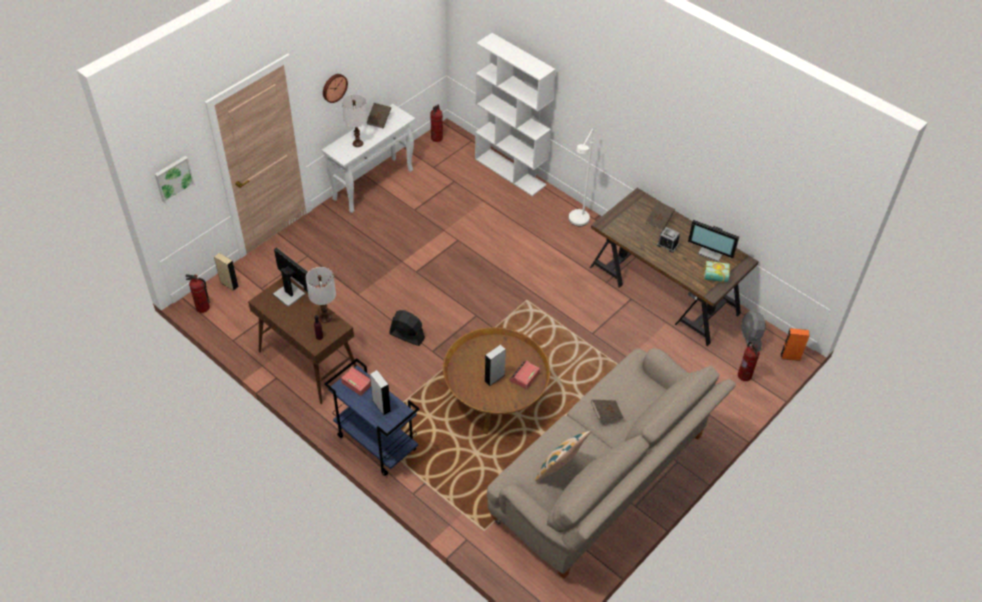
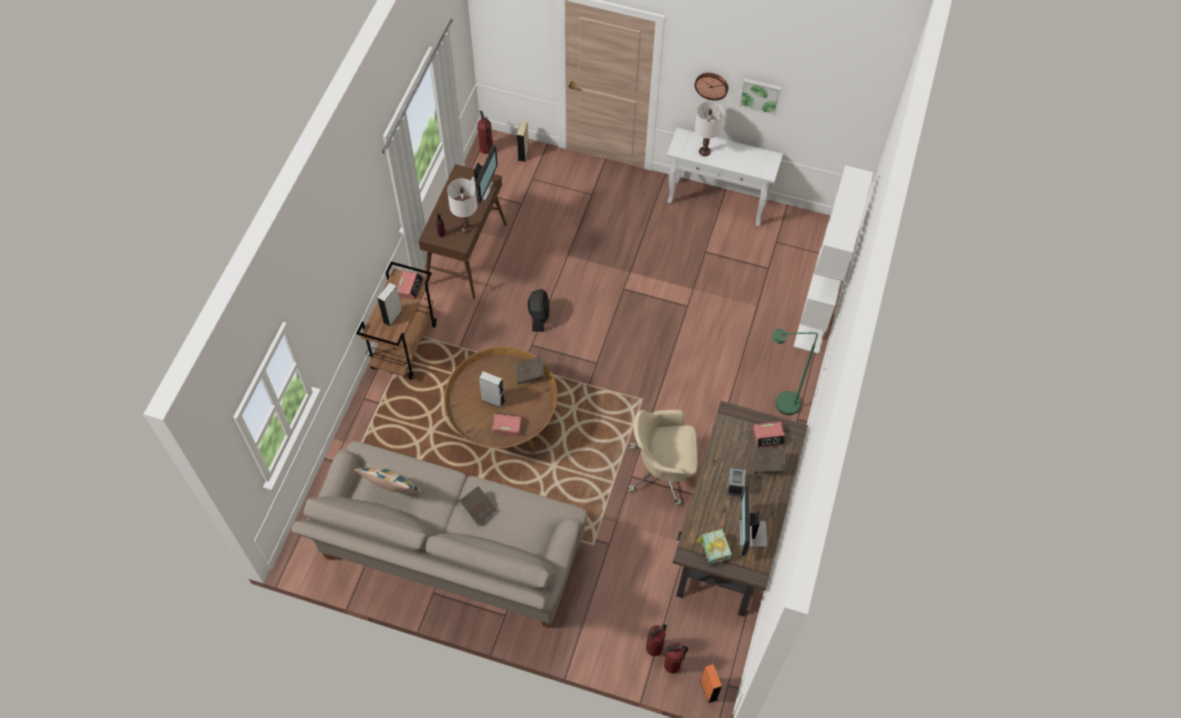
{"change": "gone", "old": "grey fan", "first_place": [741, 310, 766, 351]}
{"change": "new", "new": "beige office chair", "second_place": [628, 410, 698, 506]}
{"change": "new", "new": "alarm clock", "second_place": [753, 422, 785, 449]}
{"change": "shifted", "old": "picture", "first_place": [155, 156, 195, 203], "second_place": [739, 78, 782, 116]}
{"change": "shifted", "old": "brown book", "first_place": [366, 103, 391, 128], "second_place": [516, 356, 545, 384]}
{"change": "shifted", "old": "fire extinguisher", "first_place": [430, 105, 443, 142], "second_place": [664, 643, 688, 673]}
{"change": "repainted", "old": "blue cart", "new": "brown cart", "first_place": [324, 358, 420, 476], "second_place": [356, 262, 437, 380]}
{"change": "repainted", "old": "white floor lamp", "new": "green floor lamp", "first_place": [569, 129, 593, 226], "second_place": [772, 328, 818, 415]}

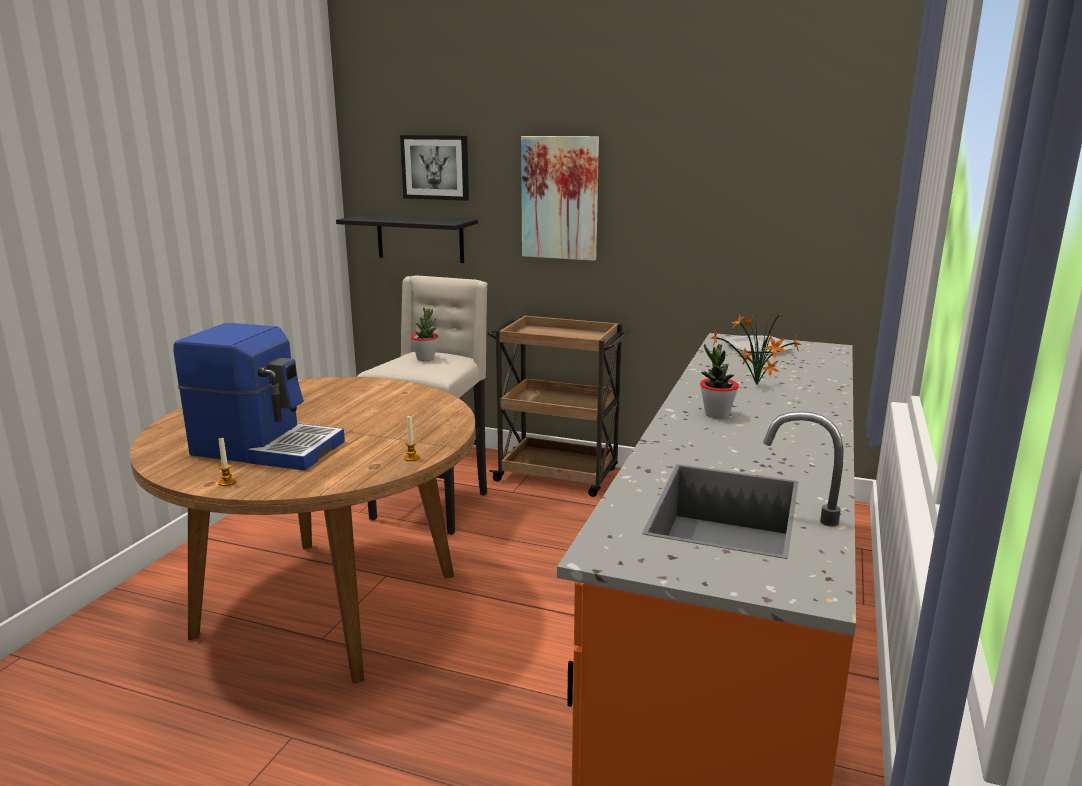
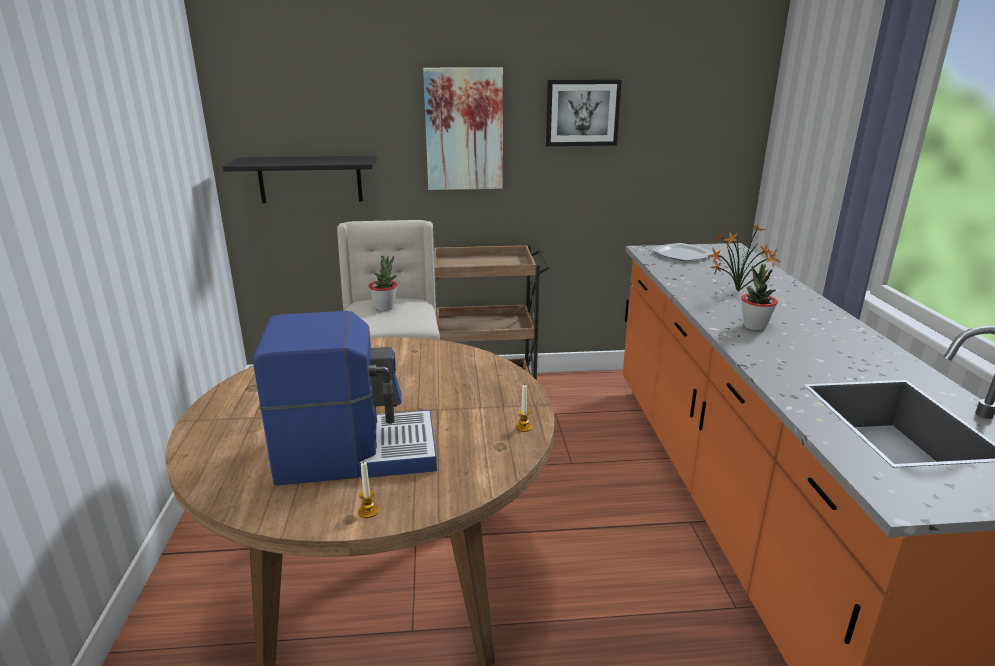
{"change": "shifted", "old": "picture", "first_place": [400, 135, 469, 201], "second_place": [546, 79, 622, 146]}

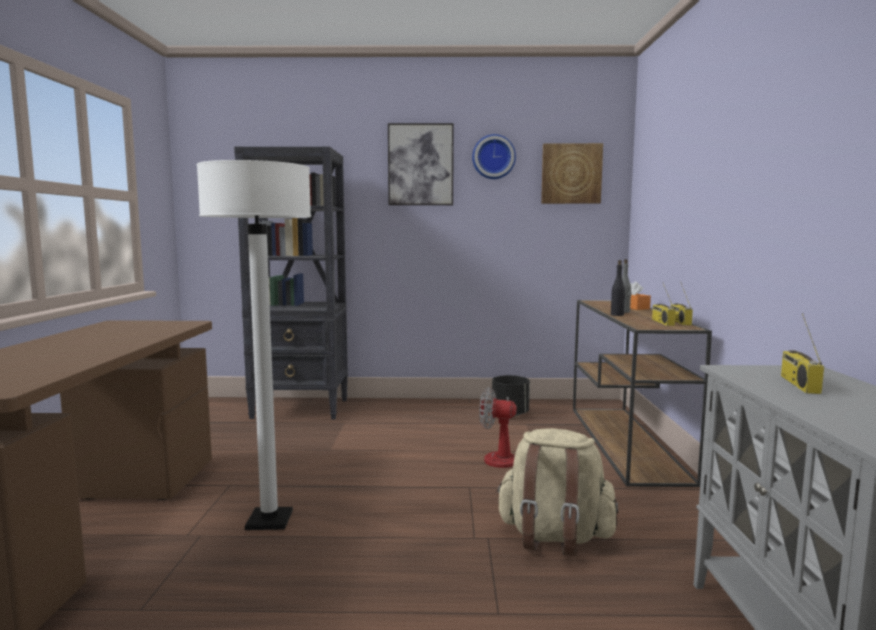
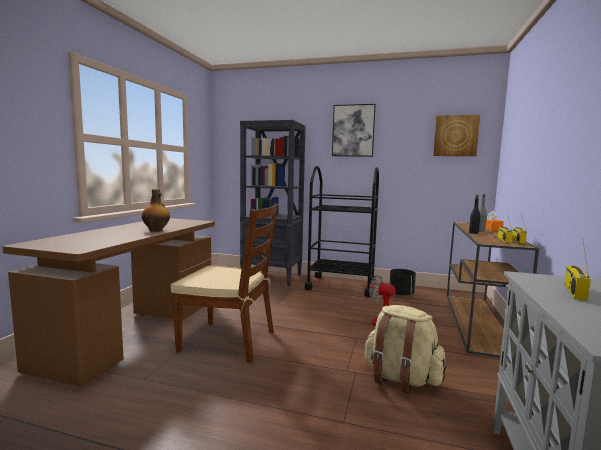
{"change": "gone", "old": "wall clock", "first_place": [472, 134, 516, 179]}
{"change": "new", "new": "bottle", "second_place": [142, 189, 170, 232]}
{"change": "new", "new": "black cart", "second_place": [305, 166, 379, 297]}
{"change": "swapped", "old": "white floor lamp", "new": "brown chair", "first_place": [197, 160, 311, 530], "second_place": [171, 203, 279, 363]}

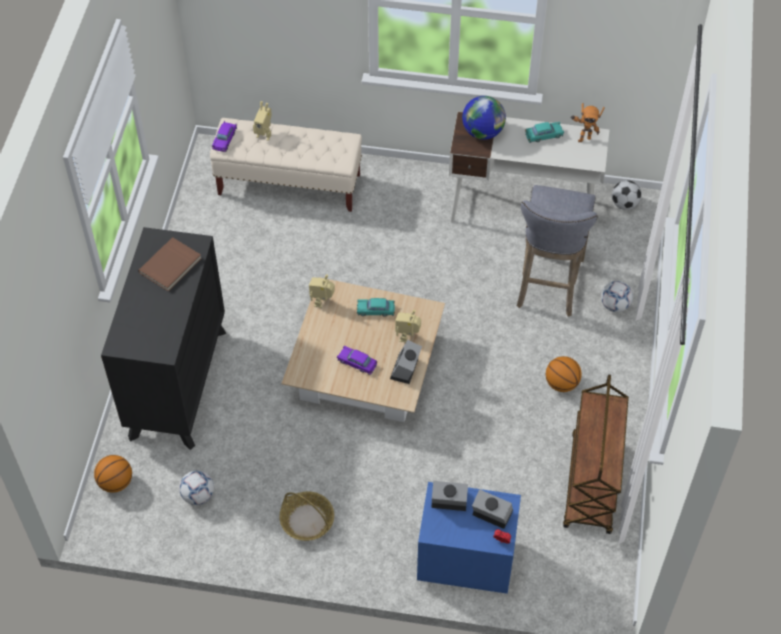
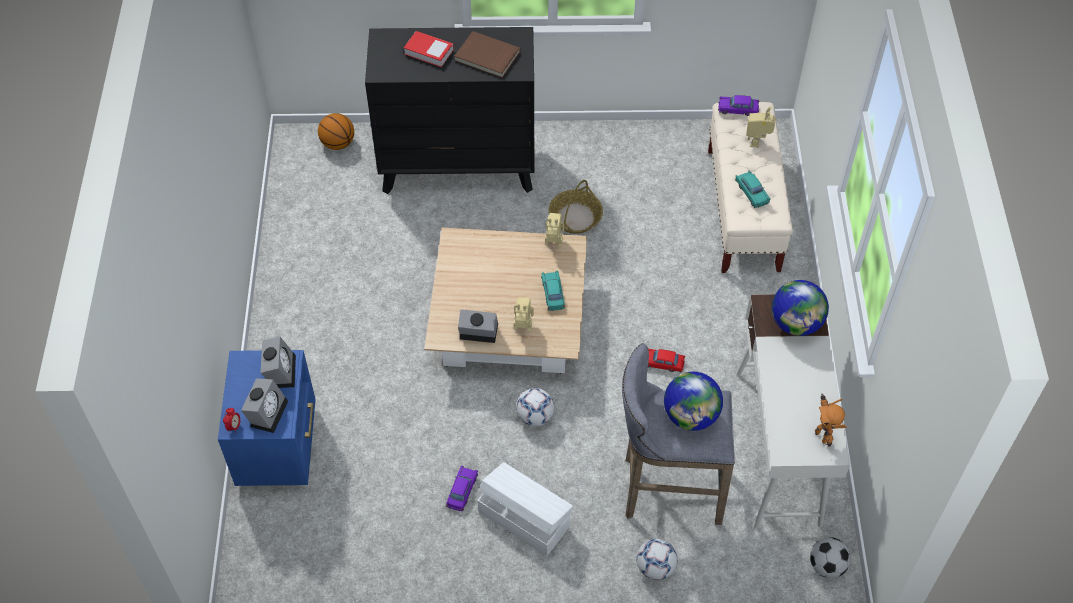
{"change": "gone", "old": "brown cart", "first_place": [563, 374, 629, 534]}
{"change": "new", "new": "book", "second_place": [404, 31, 454, 67]}
{"change": "new", "new": "red toy car", "second_place": [648, 349, 685, 373]}
{"change": "new", "new": "globe", "second_place": [664, 372, 723, 431]}
{"change": "shifted", "old": "football", "first_place": [179, 470, 214, 505], "second_place": [516, 388, 555, 426]}
{"change": "shifted", "old": "basket", "first_place": [279, 491, 334, 541], "second_place": [549, 180, 603, 234]}
{"change": "shifted", "old": "purple toy car", "first_place": [337, 346, 377, 375], "second_place": [446, 466, 478, 511]}
{"change": "shifted", "old": "turquoise toy car", "first_place": [525, 122, 564, 143], "second_place": [735, 171, 771, 208]}
{"change": "swapped", "old": "basketball", "new": "white storage box", "first_place": [546, 356, 582, 392], "second_place": [478, 462, 573, 556]}

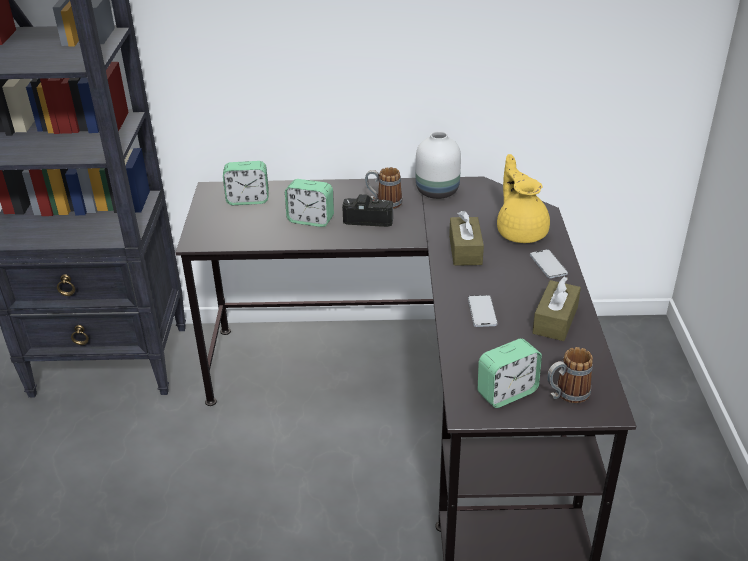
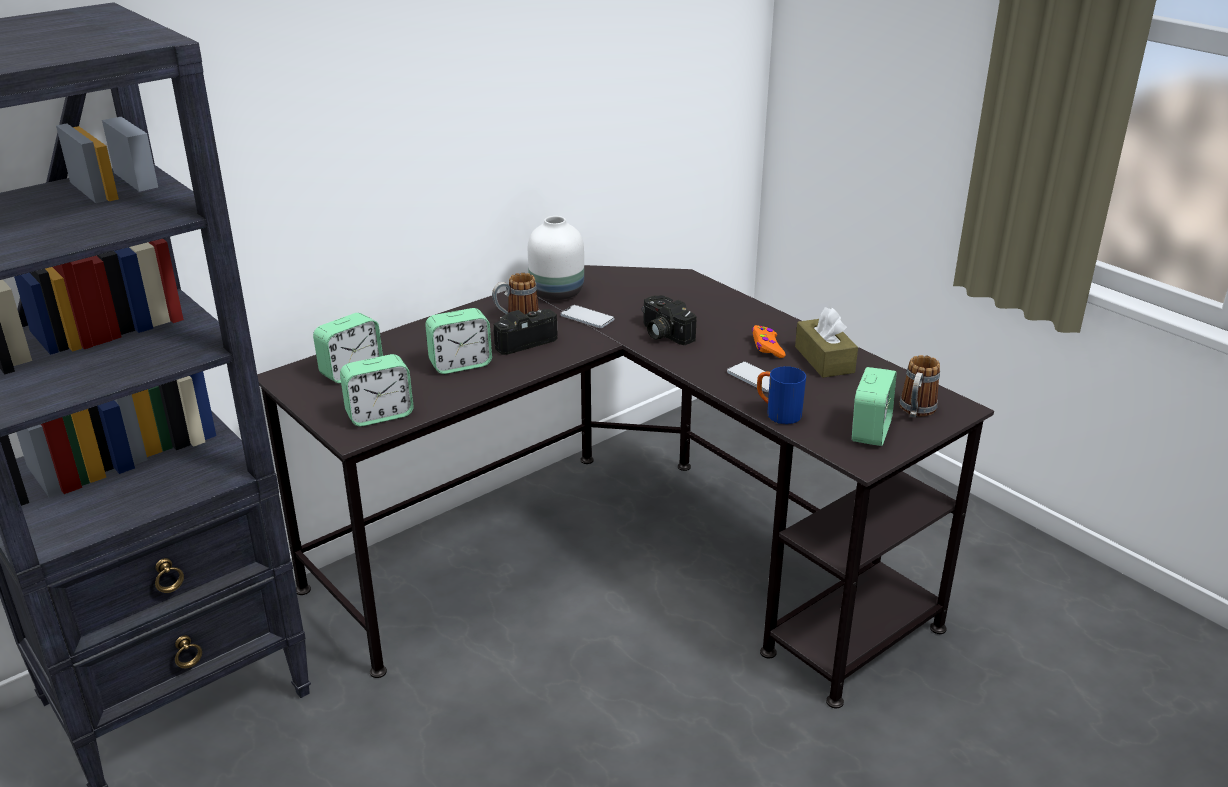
{"change": "gone", "old": "yellow teapot", "first_place": [497, 154, 550, 243]}
{"change": "new", "new": "alarm clock", "second_place": [340, 354, 414, 427]}
{"change": "new", "new": "orange game controller", "second_place": [752, 325, 786, 358]}
{"change": "new", "new": "blue mug", "second_place": [757, 366, 806, 424]}
{"change": "shifted", "old": "phone", "first_place": [530, 249, 568, 278], "second_place": [560, 305, 614, 328]}
{"change": "swapped", "old": "brown tissue box", "new": "photo camera", "first_place": [449, 211, 484, 266], "second_place": [641, 295, 697, 345]}

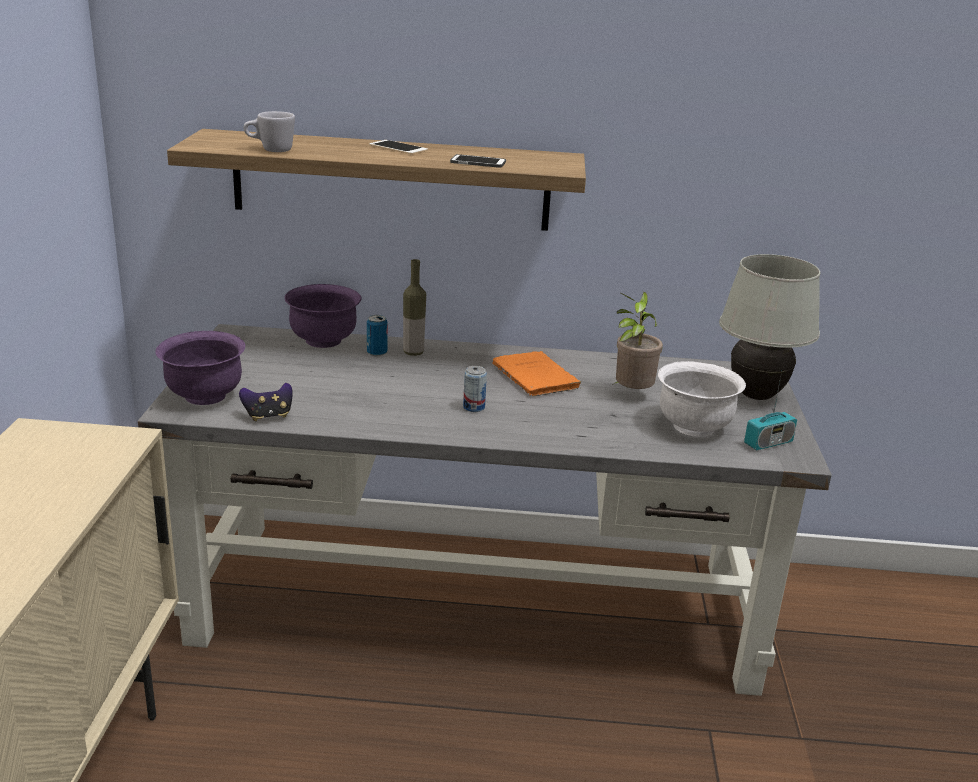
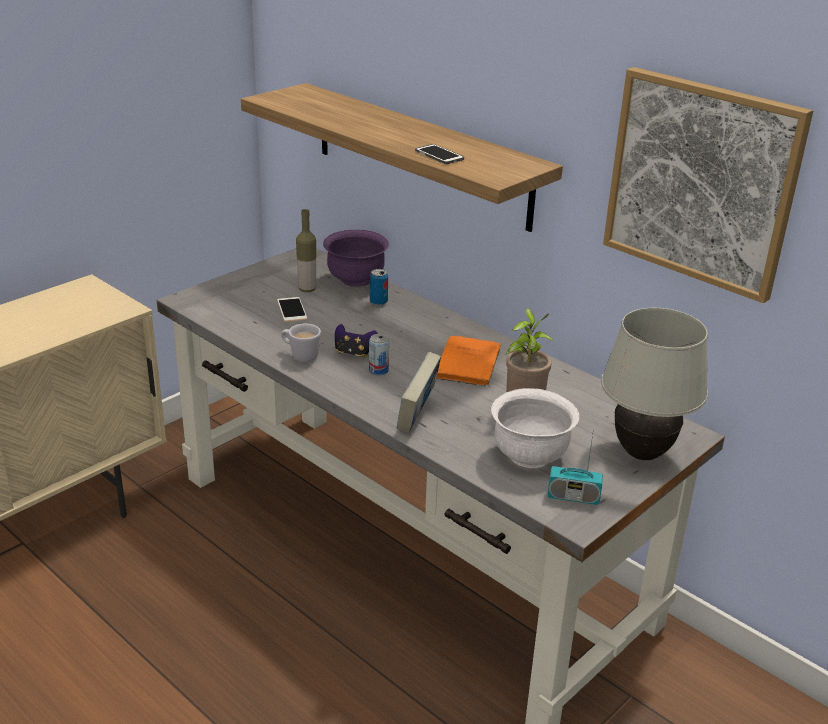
{"change": "gone", "old": "purple bowl", "first_place": [155, 331, 245, 405]}
{"change": "new", "new": "book", "second_place": [397, 352, 441, 434]}
{"change": "new", "new": "picture", "second_place": [603, 67, 813, 303]}
{"change": "shifted", "old": "game controller", "first_place": [239, 383, 292, 421], "second_place": [335, 324, 378, 358]}
{"change": "shifted", "old": "white mug", "first_place": [244, 111, 295, 152], "second_place": [281, 324, 321, 363]}
{"change": "shifted", "old": "phone", "first_place": [369, 140, 428, 155], "second_place": [277, 297, 307, 322]}
{"change": "shifted", "old": "bottle", "first_place": [403, 259, 426, 356], "second_place": [296, 209, 316, 292]}

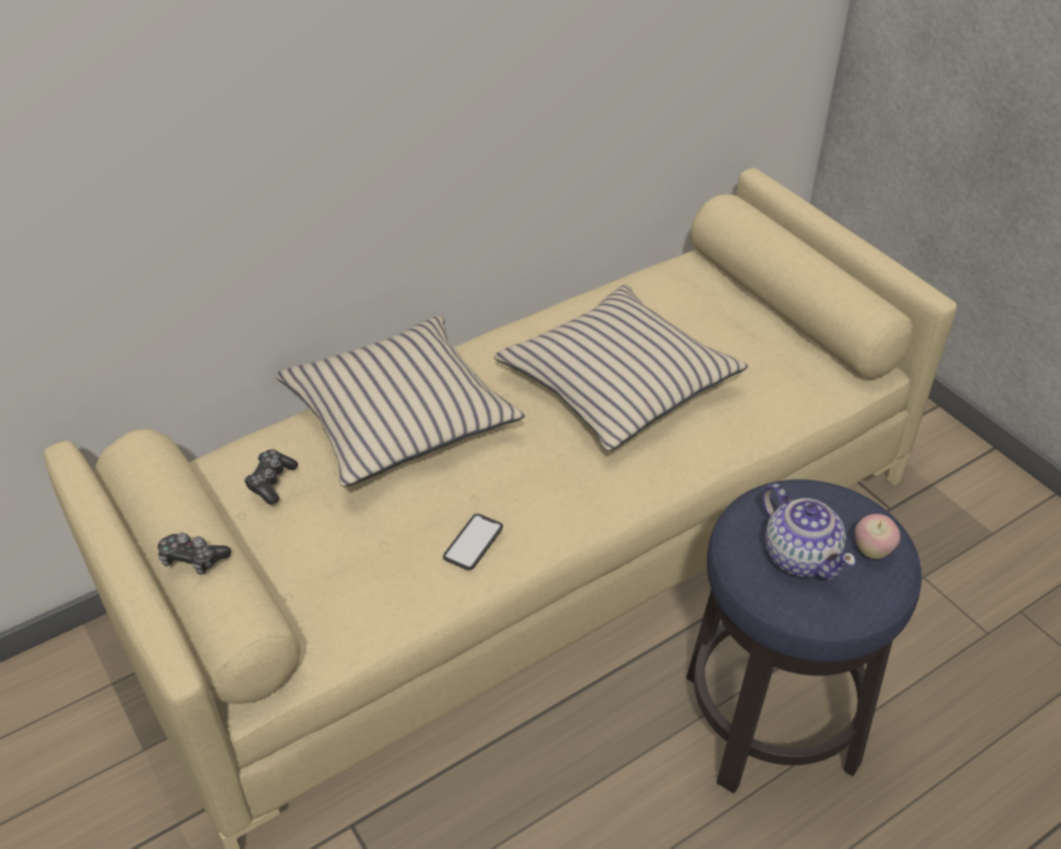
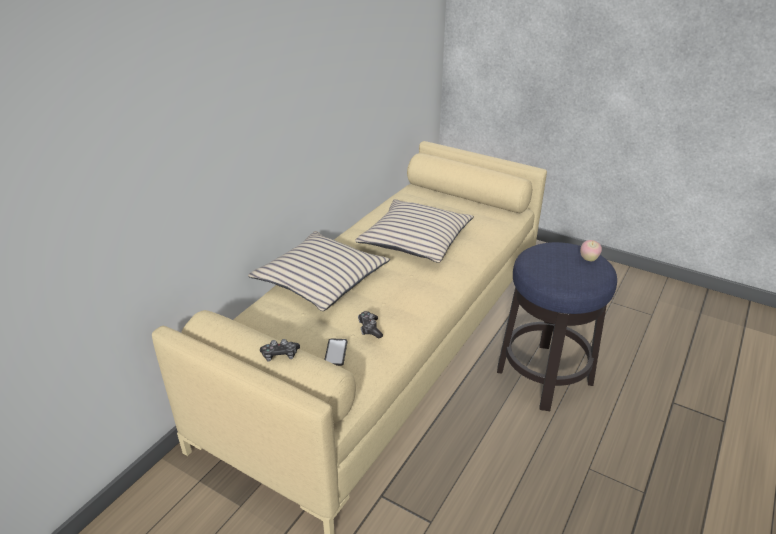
{"change": "gone", "old": "teapot", "first_place": [763, 484, 856, 580]}
{"change": "shifted", "old": "game controller", "first_place": [244, 449, 298, 505], "second_place": [358, 311, 383, 338]}
{"change": "shifted", "old": "phone", "first_place": [443, 513, 503, 570], "second_place": [324, 338, 347, 366]}

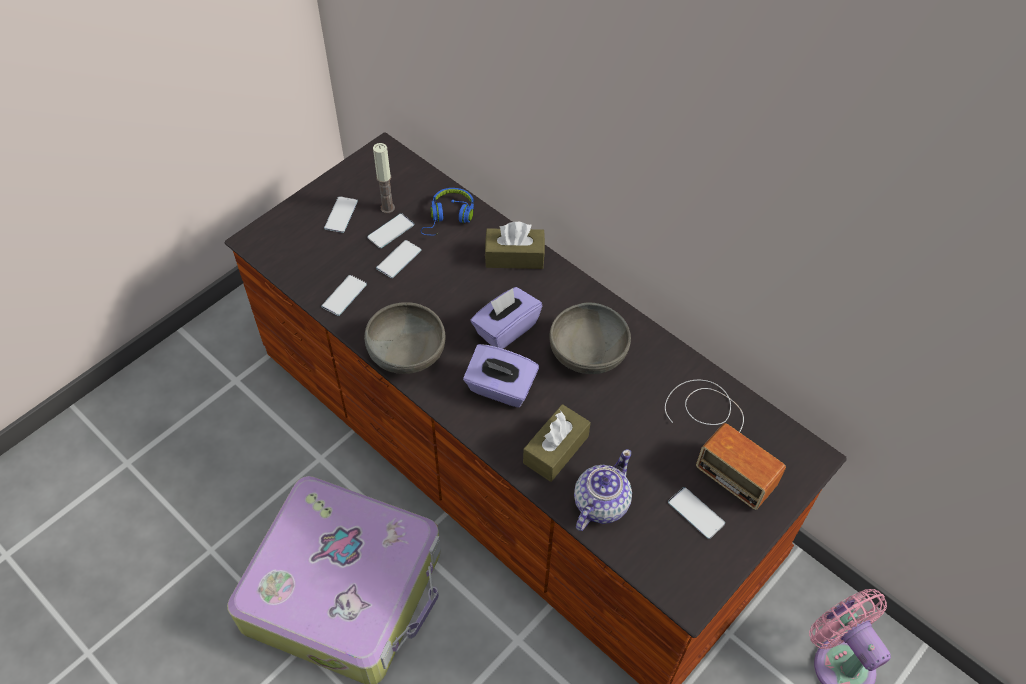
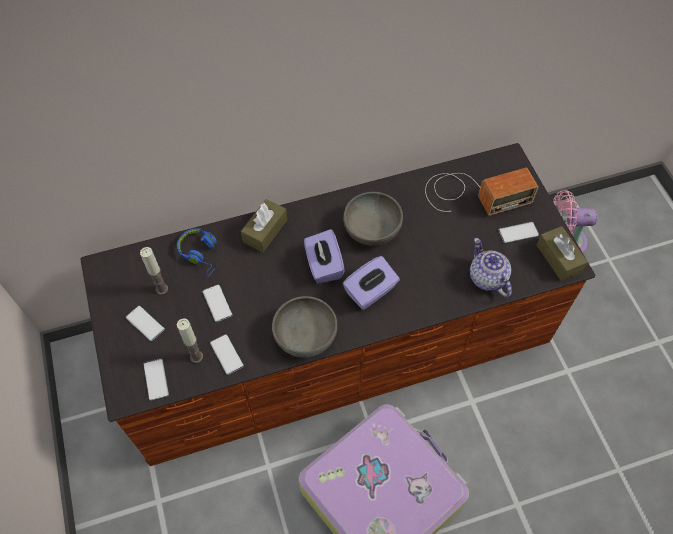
{"change": "new", "new": "candle", "second_place": [177, 319, 203, 363]}
{"change": "shifted", "old": "phone", "first_place": [367, 213, 415, 248], "second_place": [143, 358, 169, 400]}
{"change": "shifted", "old": "brown tissue box", "first_place": [523, 404, 591, 482], "second_place": [537, 226, 588, 281]}

